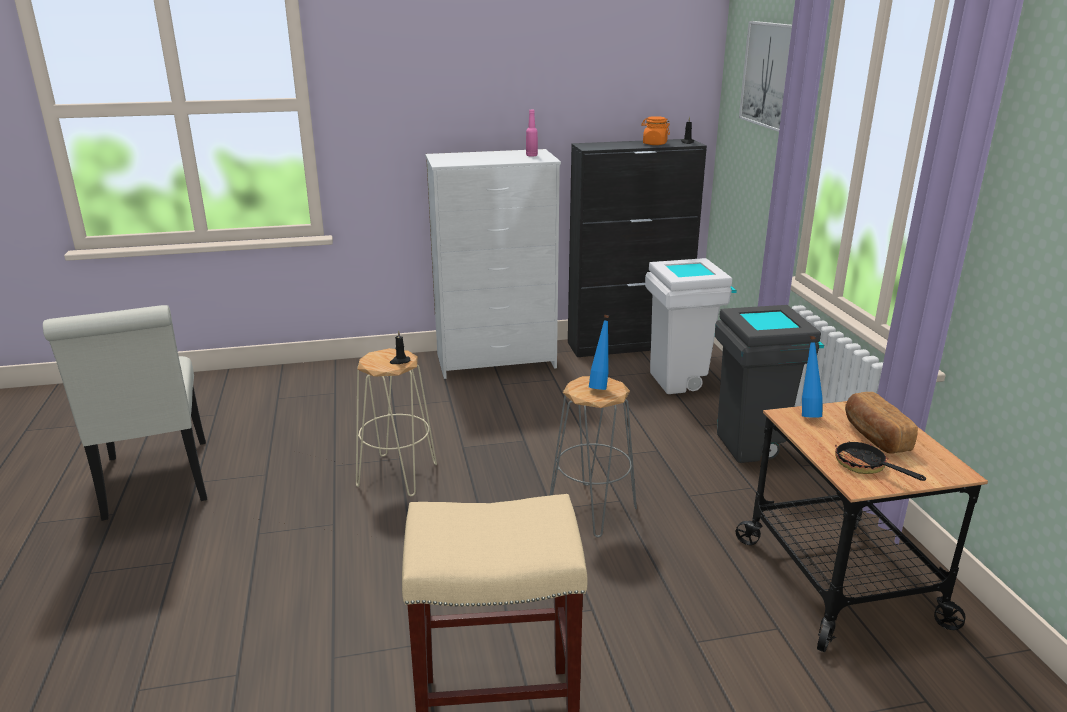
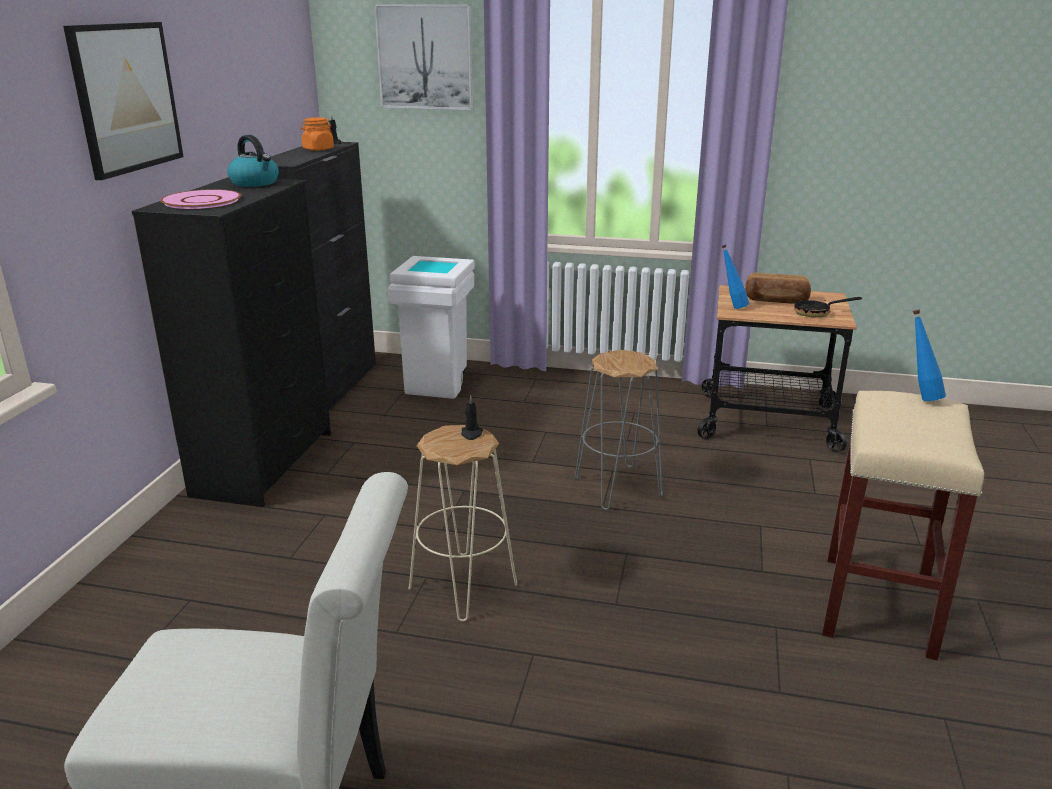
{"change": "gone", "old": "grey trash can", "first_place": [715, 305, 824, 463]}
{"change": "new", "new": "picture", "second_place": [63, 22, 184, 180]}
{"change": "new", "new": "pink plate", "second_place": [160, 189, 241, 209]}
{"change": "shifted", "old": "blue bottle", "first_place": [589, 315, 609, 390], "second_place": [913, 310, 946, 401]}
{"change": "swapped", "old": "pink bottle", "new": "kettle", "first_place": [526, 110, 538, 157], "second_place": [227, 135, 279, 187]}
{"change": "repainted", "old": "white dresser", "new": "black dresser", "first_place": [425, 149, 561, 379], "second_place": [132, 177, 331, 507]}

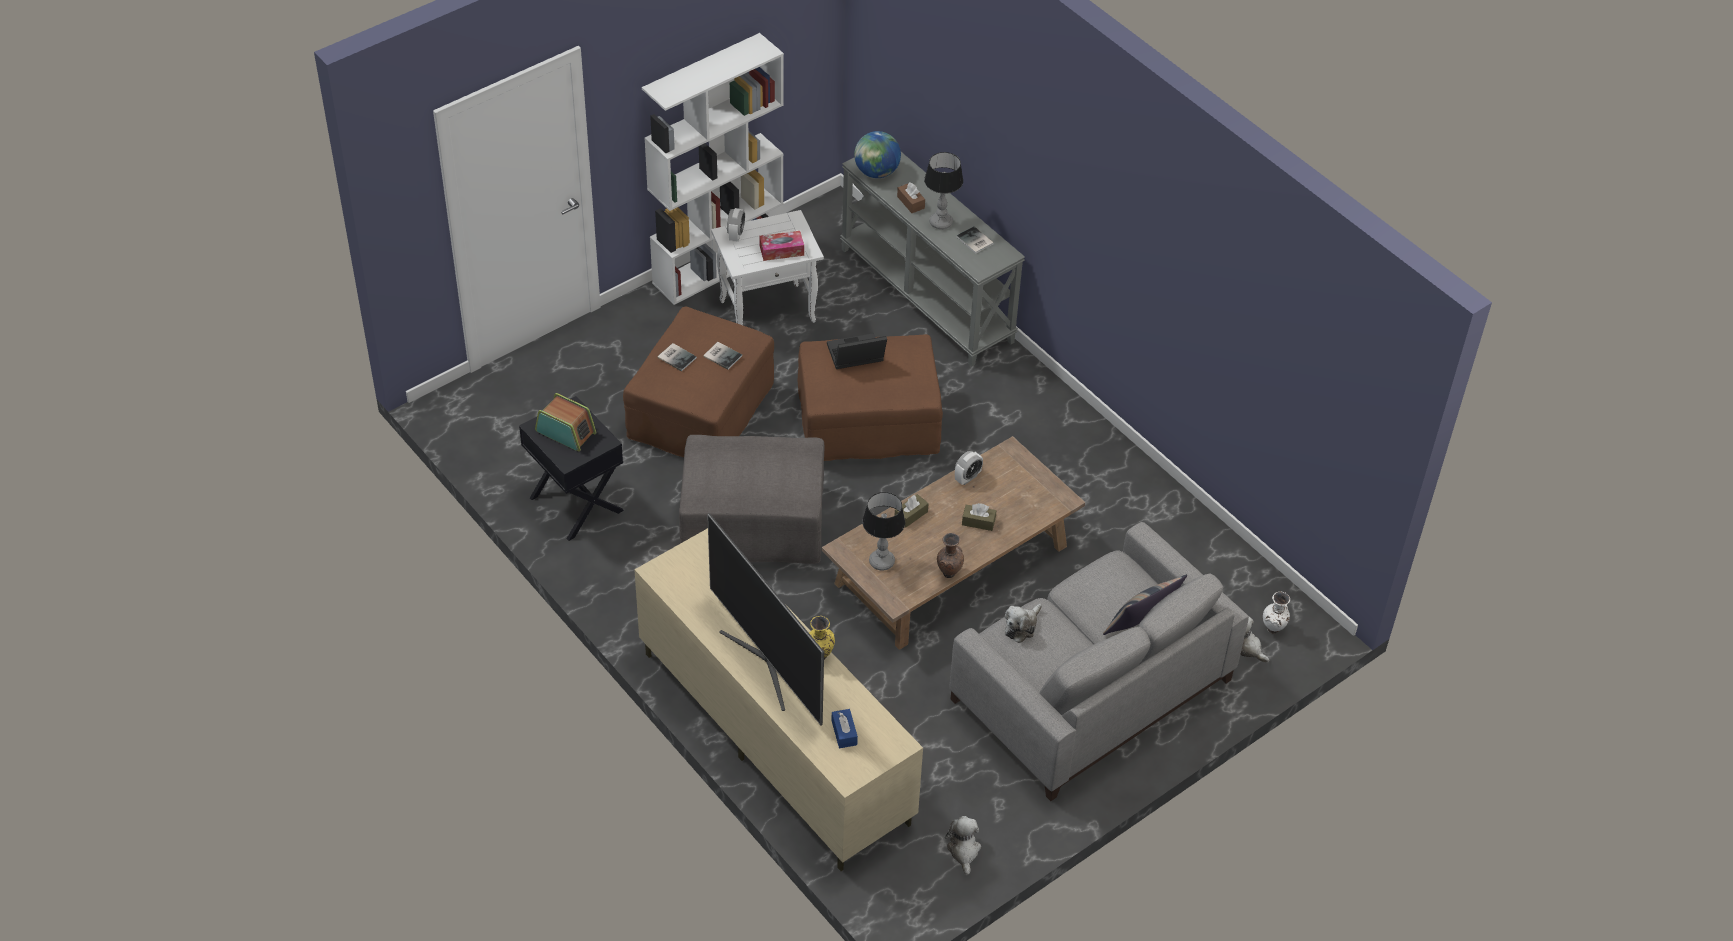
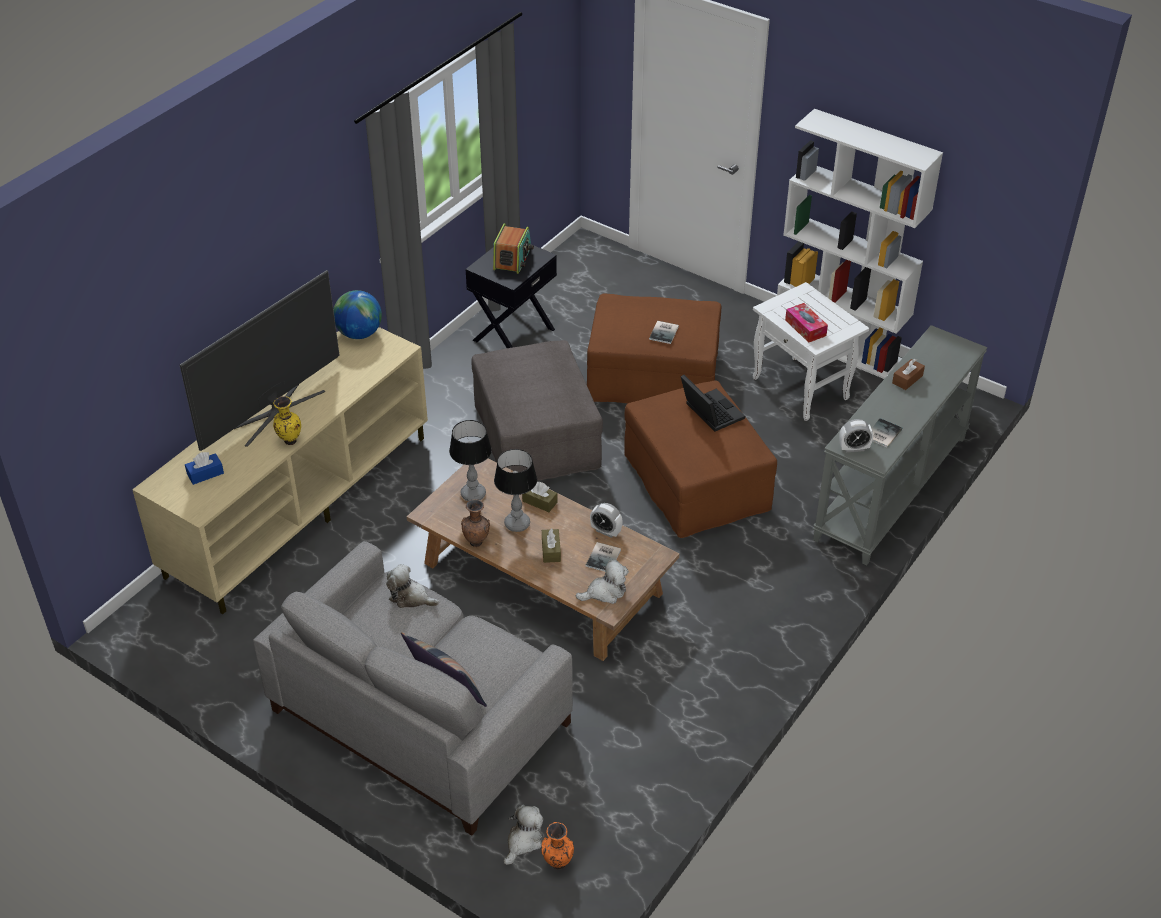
{"change": "shifted", "old": "book", "first_place": [658, 343, 697, 371], "second_place": [585, 542, 621, 572]}
{"change": "shifted", "old": "alarm clock", "first_place": [727, 208, 745, 242], "second_place": [839, 419, 873, 452]}
{"change": "shifted", "old": "globe", "first_place": [854, 131, 901, 178], "second_place": [333, 290, 382, 339]}
{"change": "shifted", "old": "table lamp", "first_place": [924, 152, 963, 229], "second_place": [494, 449, 537, 532]}
{"change": "shifted", "old": "plush toy", "first_place": [945, 816, 981, 876], "second_place": [575, 559, 629, 604]}
{"change": "repainted", "old": "white vase", "new": "orange vase", "first_place": [1263, 592, 1290, 634], "second_place": [541, 822, 574, 870]}

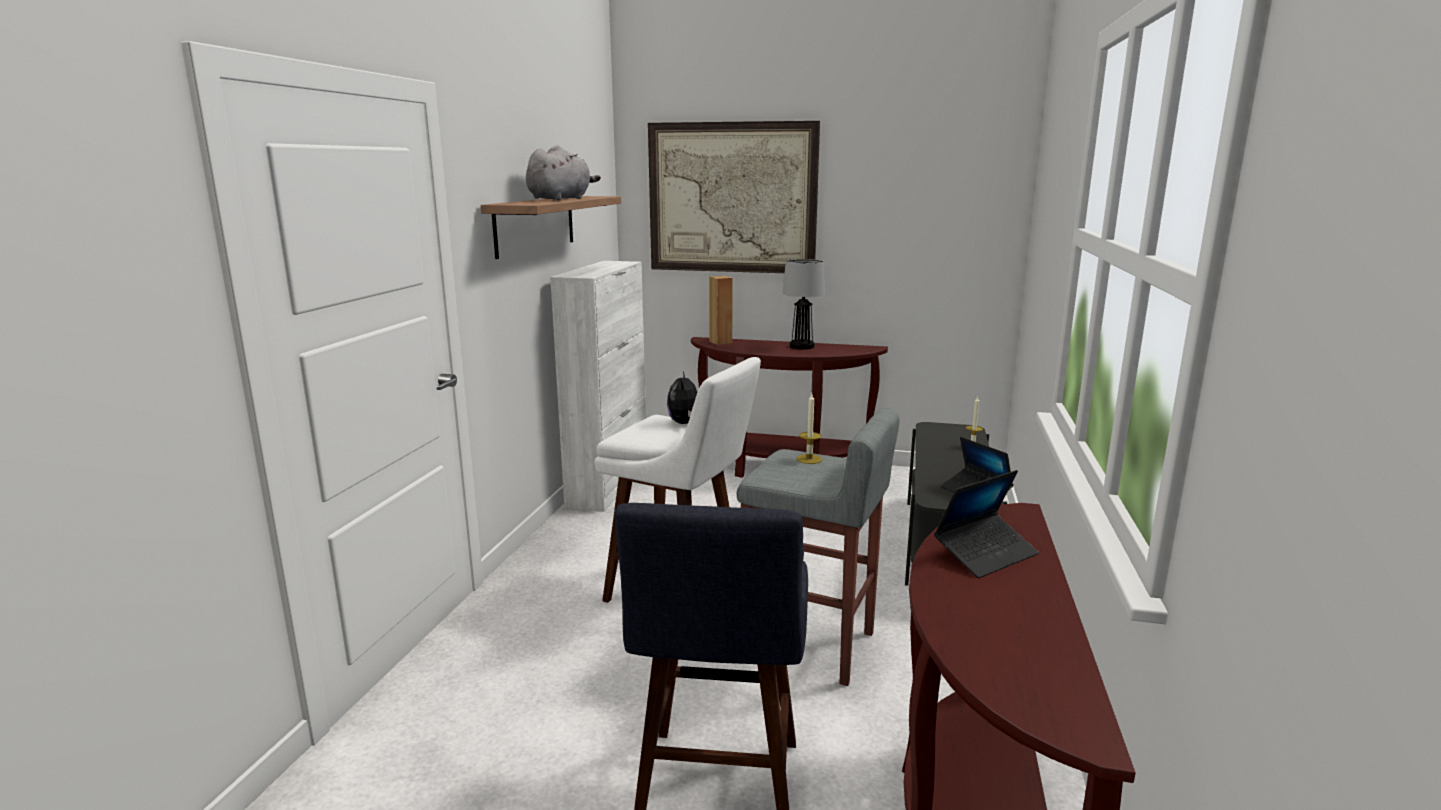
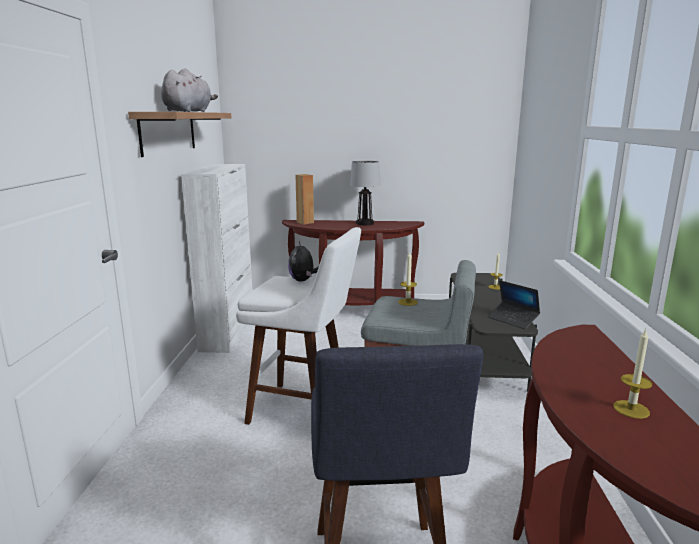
{"change": "gone", "old": "picture", "first_place": [648, 121, 820, 273]}
{"change": "gone", "old": "laptop", "first_place": [934, 470, 1039, 578]}
{"change": "new", "new": "candle", "second_place": [613, 329, 652, 419]}

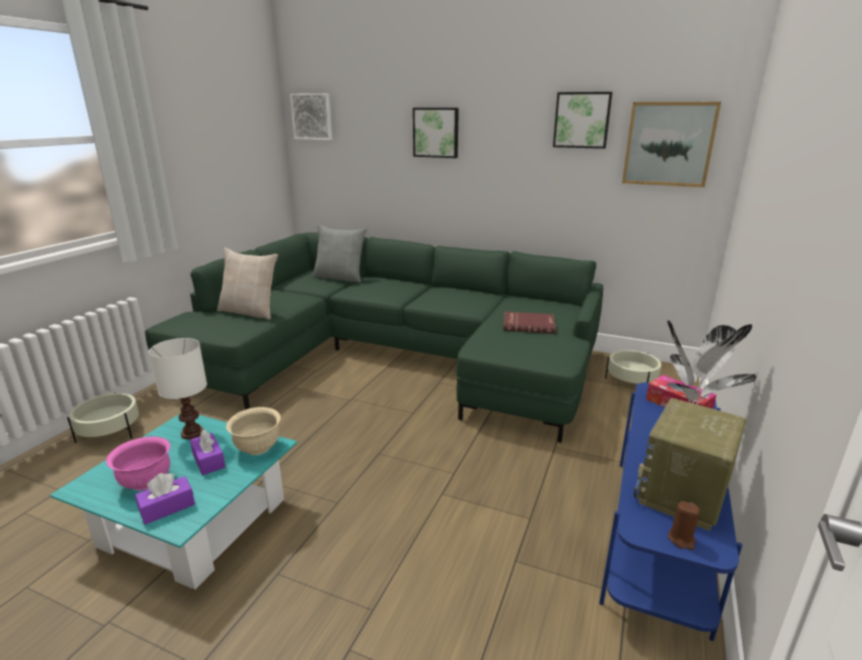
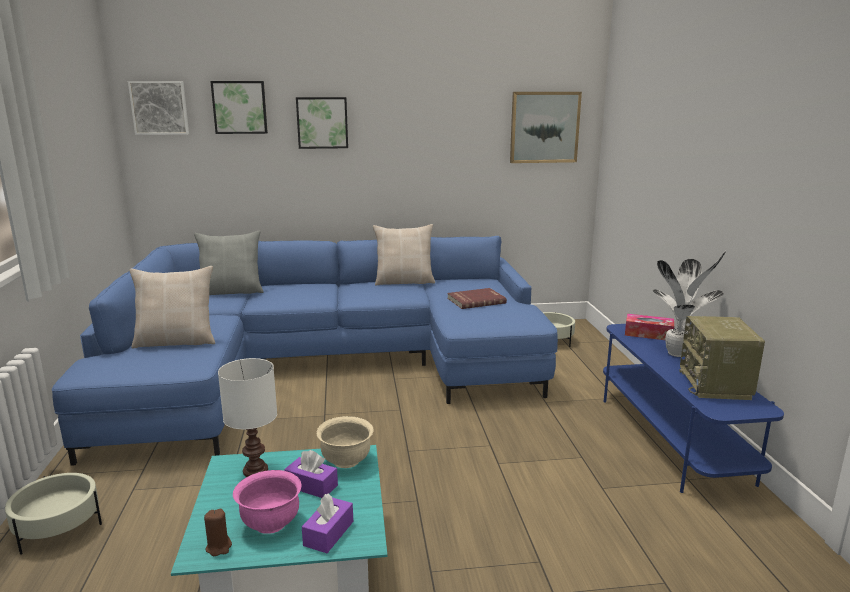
{"change": "new", "new": "beige pillow", "second_place": [373, 224, 435, 285]}
{"change": "shifted", "old": "picture", "first_place": [553, 92, 612, 149], "second_place": [210, 81, 268, 134]}
{"change": "shifted", "old": "brown candle", "first_place": [668, 501, 700, 550], "second_place": [204, 509, 232, 556]}
{"change": "repainted", "old": "green sofa", "new": "blue sofa", "first_place": [145, 232, 603, 443], "second_place": [52, 236, 558, 466]}

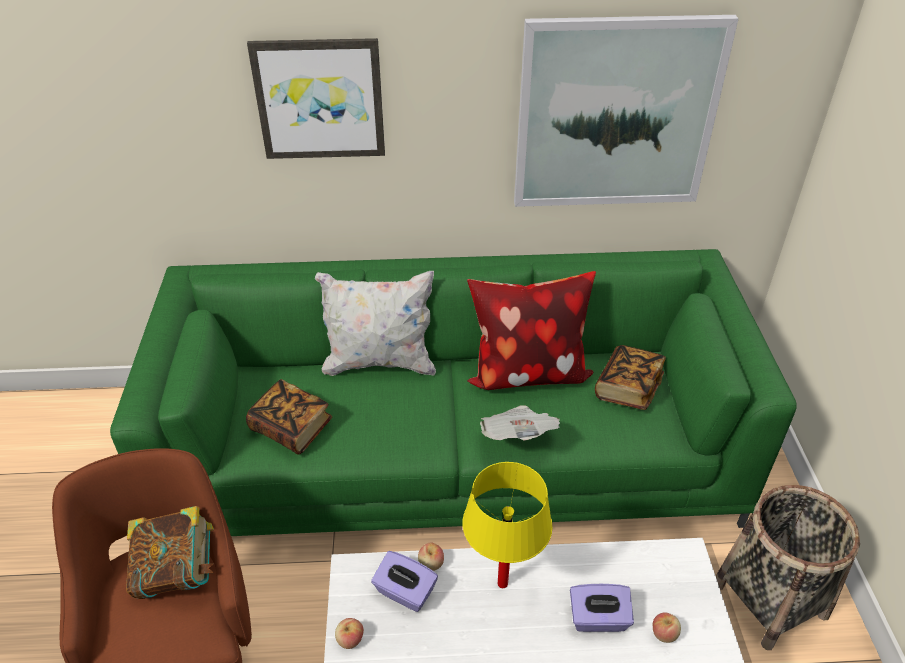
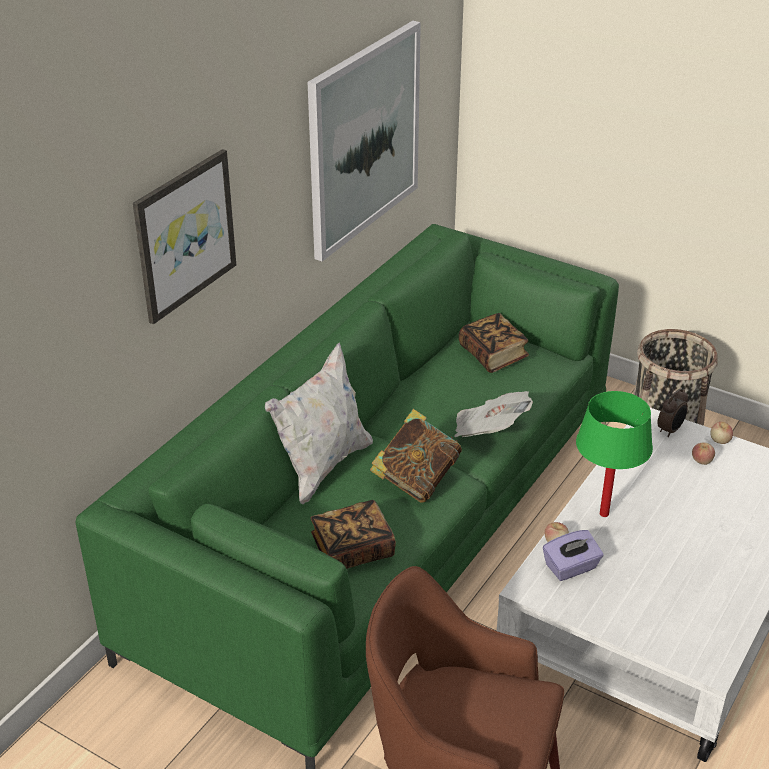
{"change": "gone", "old": "pillow", "first_place": [467, 271, 596, 390]}
{"change": "gone", "old": "purple tissue box", "first_place": [570, 584, 634, 632]}
{"change": "new", "new": "alarm clock", "second_place": [657, 389, 688, 437]}
{"change": "shifted", "old": "book", "first_place": [126, 506, 214, 599], "second_place": [370, 409, 462, 502]}
{"change": "shifted", "old": "apple", "first_place": [335, 618, 364, 649], "second_place": [710, 421, 733, 444]}
{"change": "repainted", "old": "yellow table lamp", "new": "green table lamp", "first_place": [462, 462, 553, 588], "second_place": [576, 391, 653, 517]}

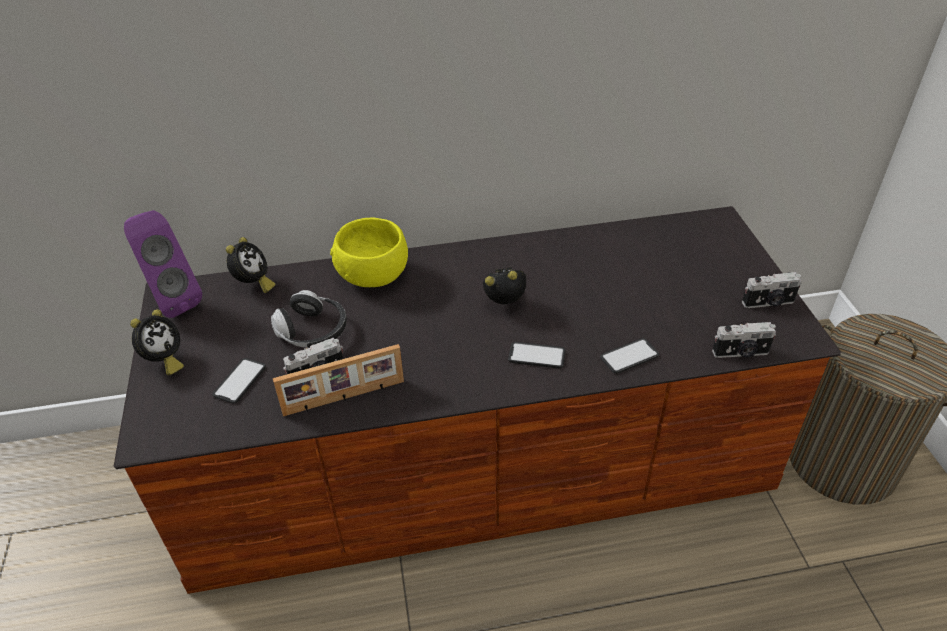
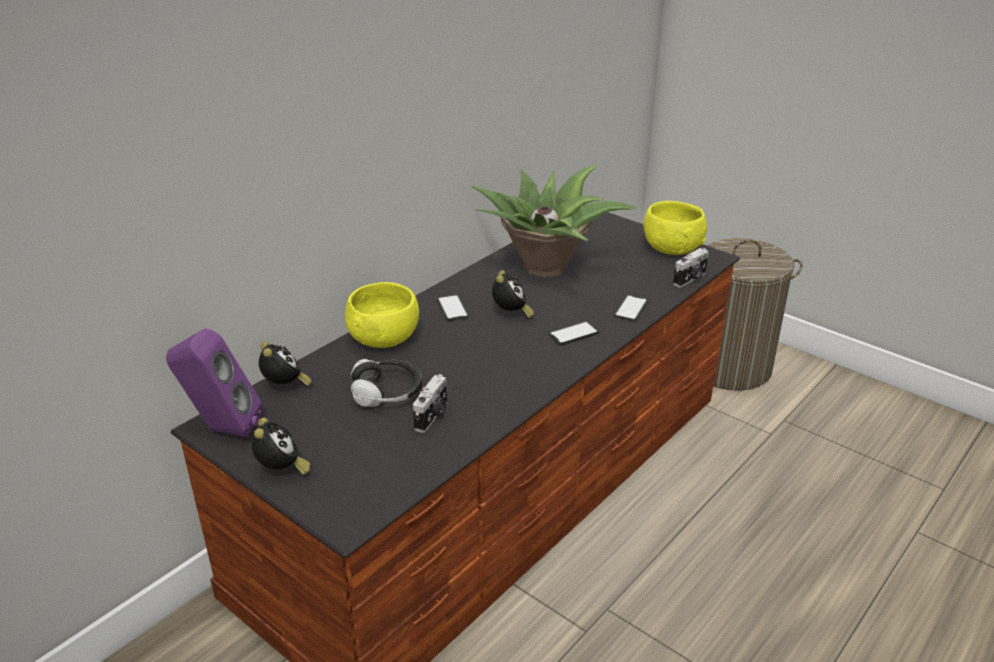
{"change": "gone", "old": "picture frame", "first_place": [273, 344, 404, 416]}
{"change": "new", "new": "potted plant", "second_place": [471, 165, 636, 278]}
{"change": "shifted", "old": "phone", "first_place": [213, 358, 266, 404], "second_place": [437, 294, 469, 321]}
{"change": "swapped", "old": "photo camera", "new": "yellow bowl", "first_place": [742, 272, 801, 308], "second_place": [643, 201, 707, 255]}
{"change": "rotated", "old": "alarm clock", "first_place": [483, 267, 526, 304], "second_place": [492, 270, 534, 318], "degrees": 135}

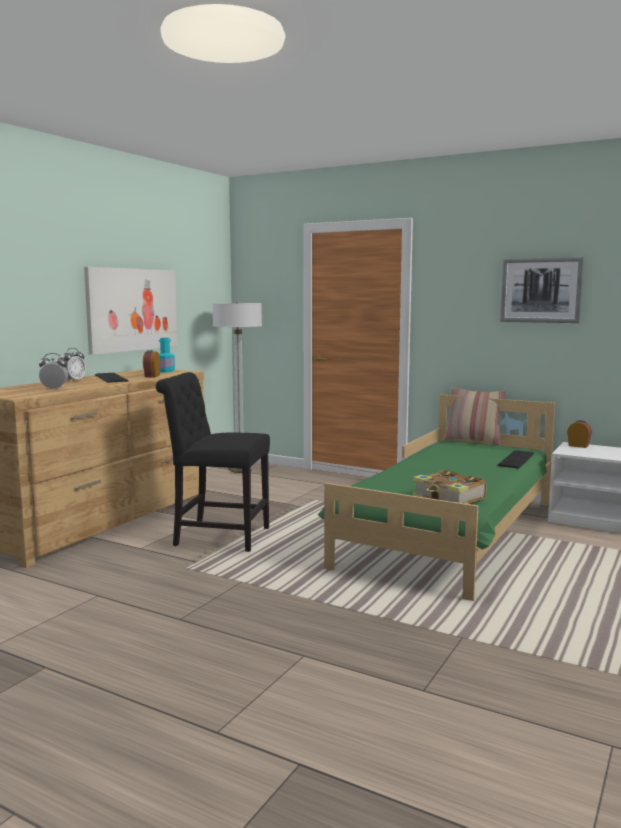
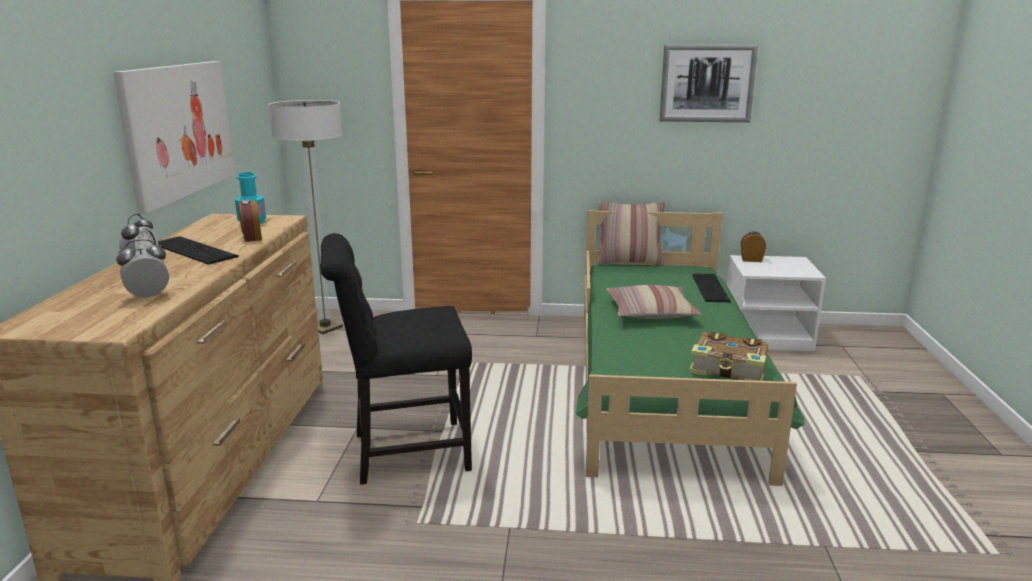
{"change": "new", "new": "pillow", "second_place": [606, 285, 702, 319]}

